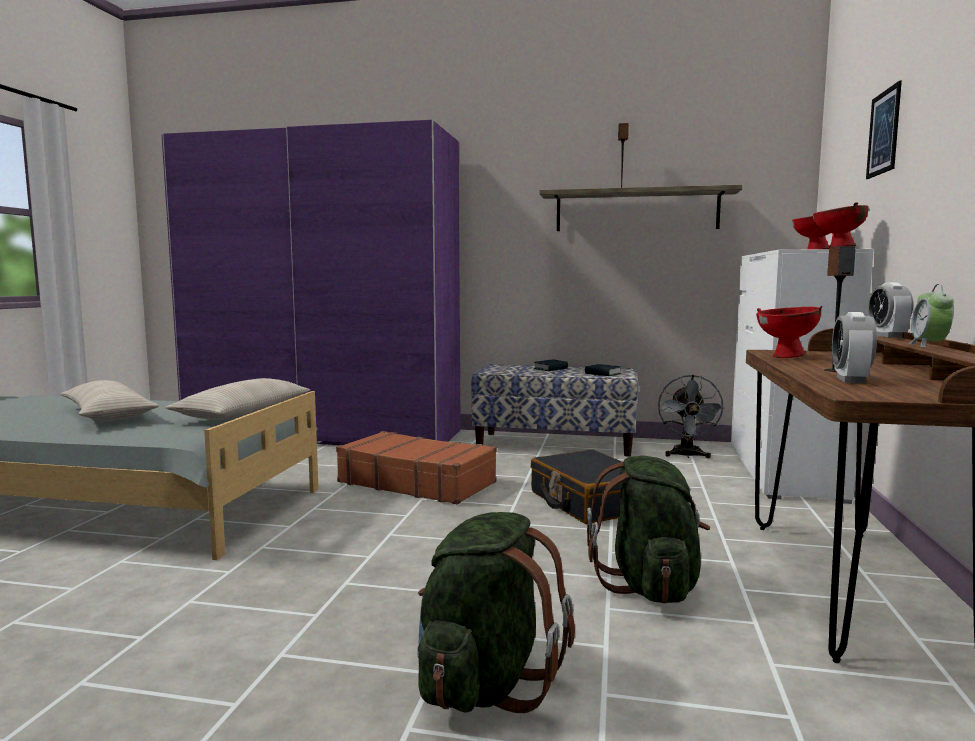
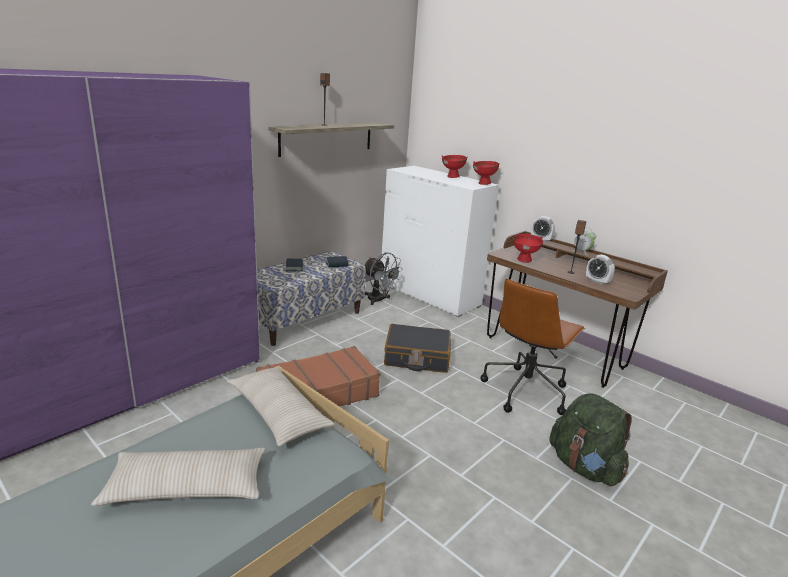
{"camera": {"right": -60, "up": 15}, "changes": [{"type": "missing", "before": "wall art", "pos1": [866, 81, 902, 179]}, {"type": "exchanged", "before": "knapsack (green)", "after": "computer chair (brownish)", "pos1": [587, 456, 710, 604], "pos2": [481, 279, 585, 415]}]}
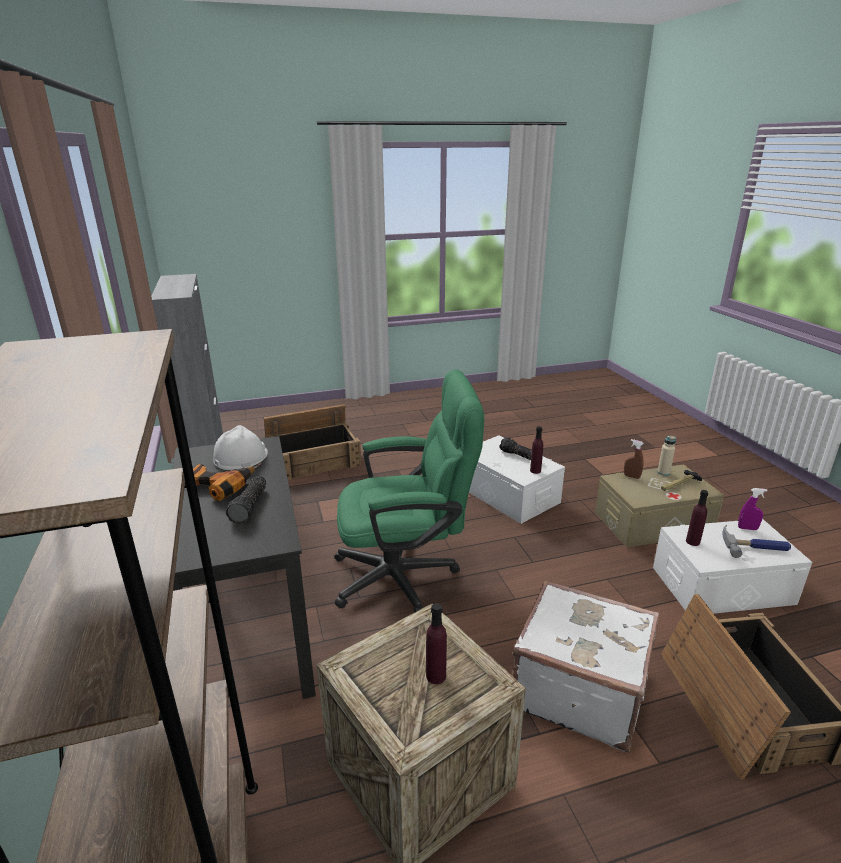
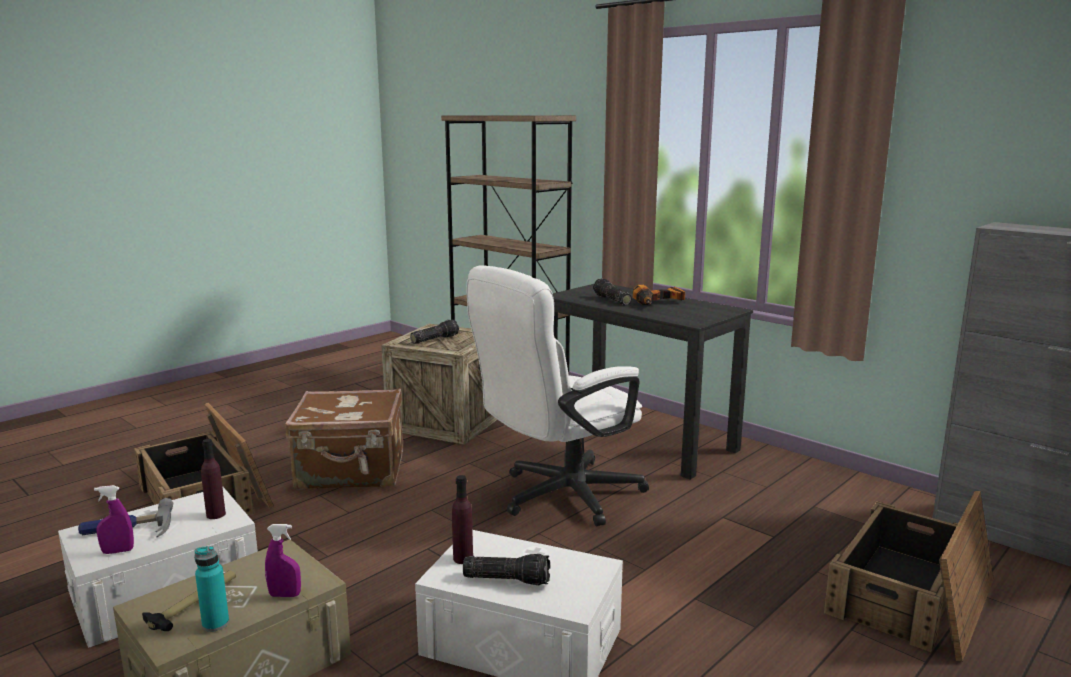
{"camera": {"right": 150, "up": -10}, "changes": [{"type": "missing", "before": "safety helmet (white)", "pos1": [213, 425, 268, 470]}, {"type": "exchanged", "before": "drink bottle (purple)", "after": "flashlight", "pos1": [426, 603, 447, 684], "pos2": [410, 319, 459, 344]}, {"type": "colour", "before": "computer chair (green)", "after": "computer chair (white)", "pos1": [334, 369, 484, 613], "pos2": [466, 265, 649, 526]}, {"type": "colour", "before": "suitcase (white)", "after": "suitcase (brownish)", "pos1": [513, 580, 659, 752], "pos2": [285, 388, 403, 490]}, {"type": "colour", "before": "hand sprayer (brownish)", "after": "hand sprayer (purple)", "pos1": [624, 439, 644, 479], "pos2": [265, 524, 301, 597]}, {"type": "colour", "before": "drink bottle (beige)", "after": "drink bottle (turquoise-coloured)", "pos1": [657, 436, 676, 476], "pos2": [194, 546, 229, 632]}]}
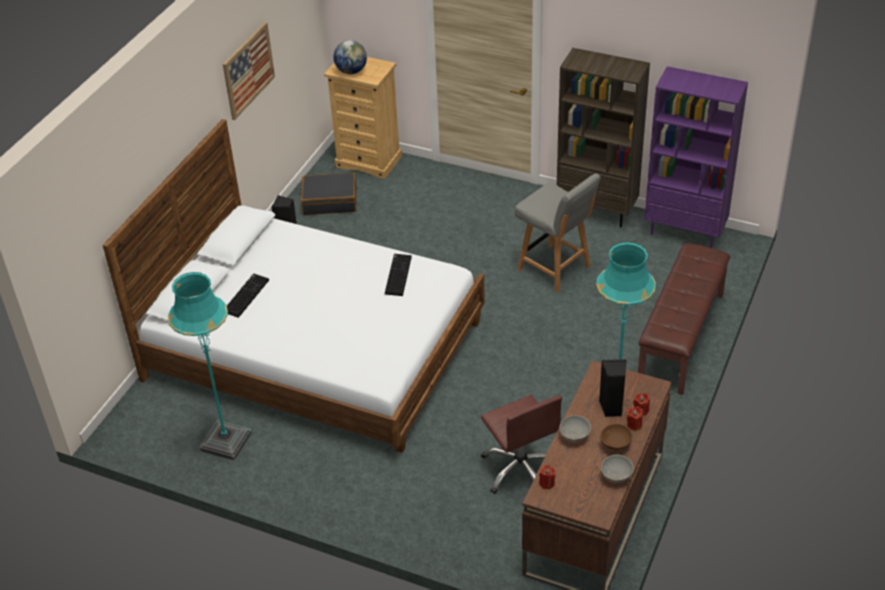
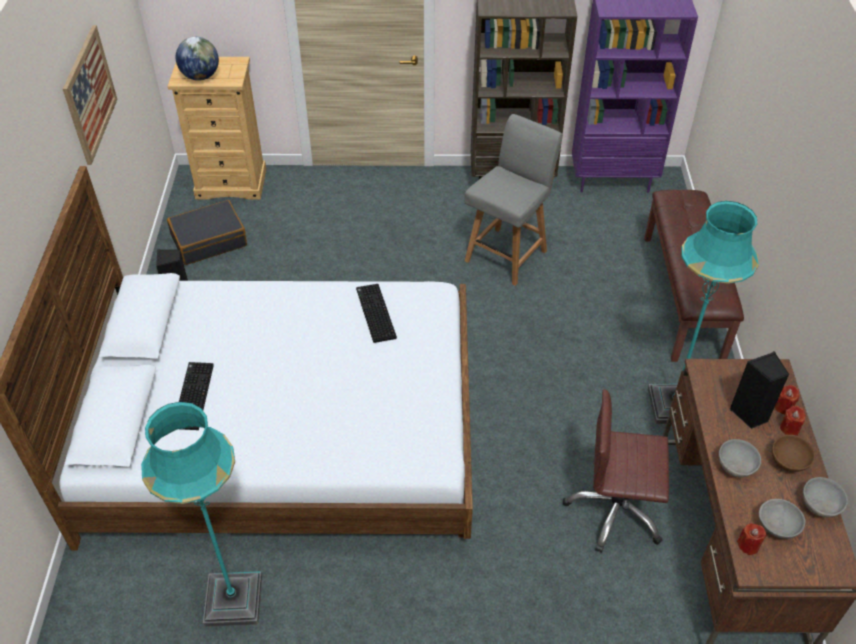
{"camera": {"right": -25, "up": 5}, "changes": [{"type": "appeared", "after": "bowl (greyish)", "pos2": [759, 499, 806, 539]}, {"type": "spun", "before": "computer chair (brownish)", "pos1": [481, 395, 562, 494], "pos2": [563, 389, 669, 553], "turn": 150}, {"type": "spun", "before": "chair (greyish)", "pos1": [515, 173, 601, 293], "pos2": [464, 114, 563, 286], "turn": -75}]}
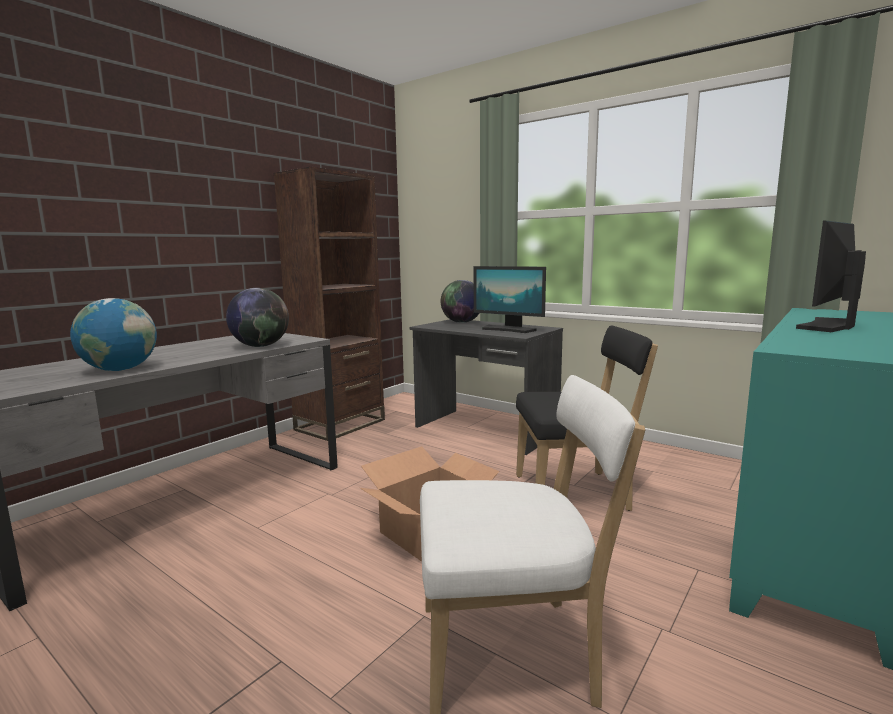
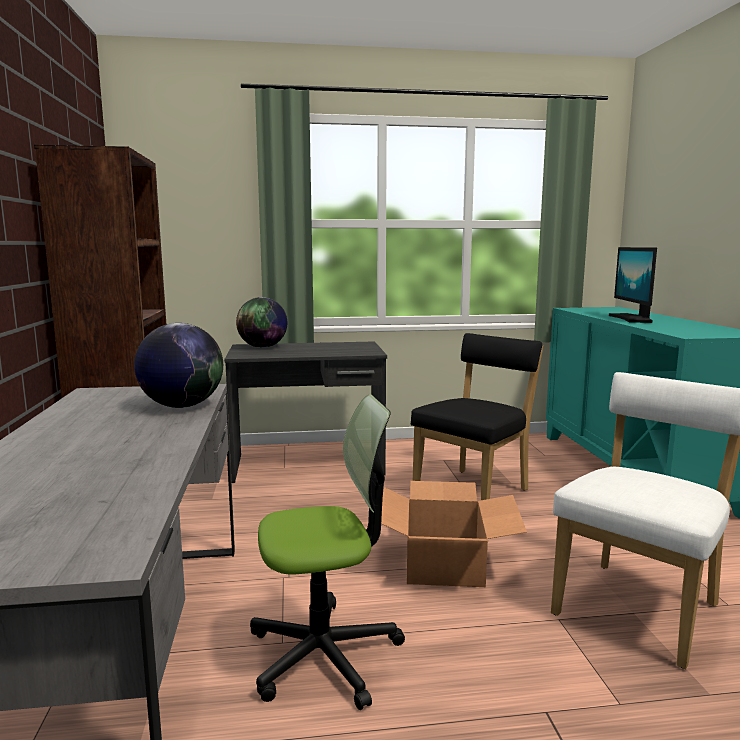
{"camera": {"right": -45, "up": 0}, "changes": [{"type": "missing", "before": "world globe", "pos1": [70, 298, 157, 371]}, {"type": "missing", "before": "computer screen", "pos1": [474, 266, 546, 333]}, {"type": "appeared", "after": "computer chair", "pos2": [250, 395, 405, 710]}]}
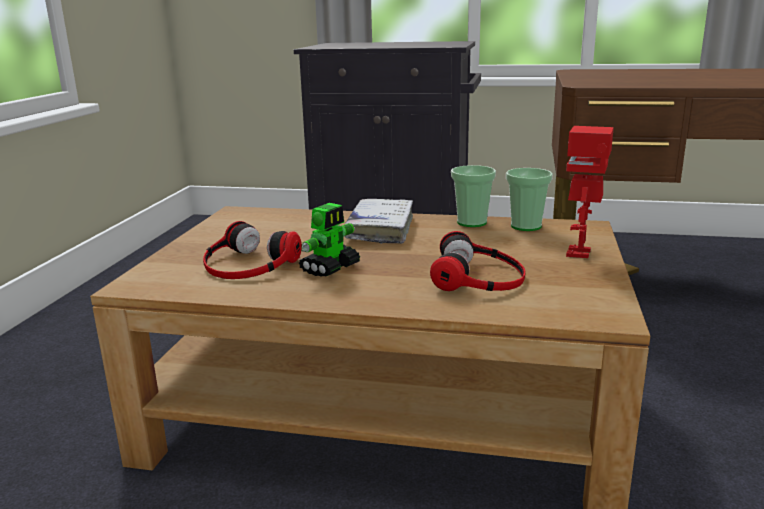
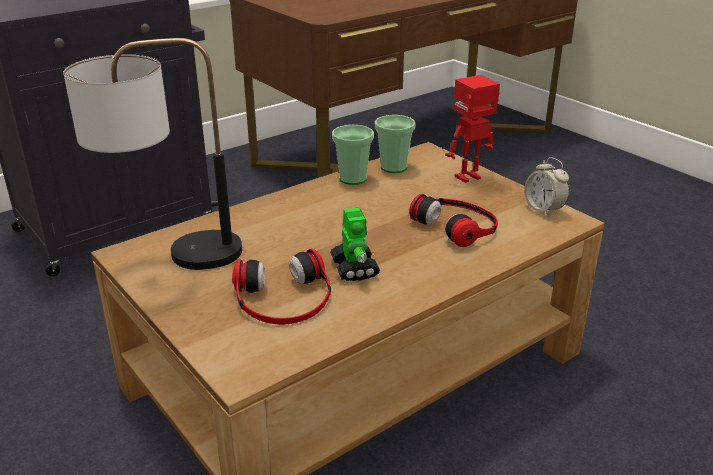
{"camera": {"right": -50, "up": 10}, "changes": [{"type": "missing", "before": "bound book (white)", "pos1": [344, 199, 413, 244]}, {"type": "appeared", "after": "lamp for a table", "pos2": [63, 38, 242, 270]}, {"type": "appeared", "after": "alarm clock", "pos2": [525, 157, 570, 217]}, {"type": "spun", "before": "model robot", "pos1": [566, 126, 614, 258], "pos2": [445, 75, 500, 183], "turn": 90}]}
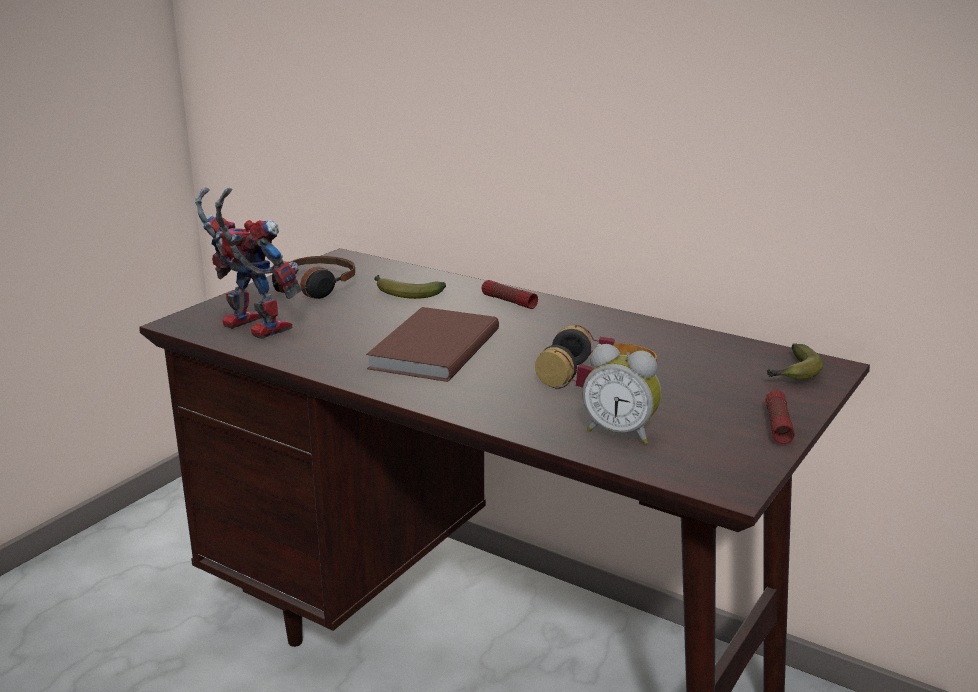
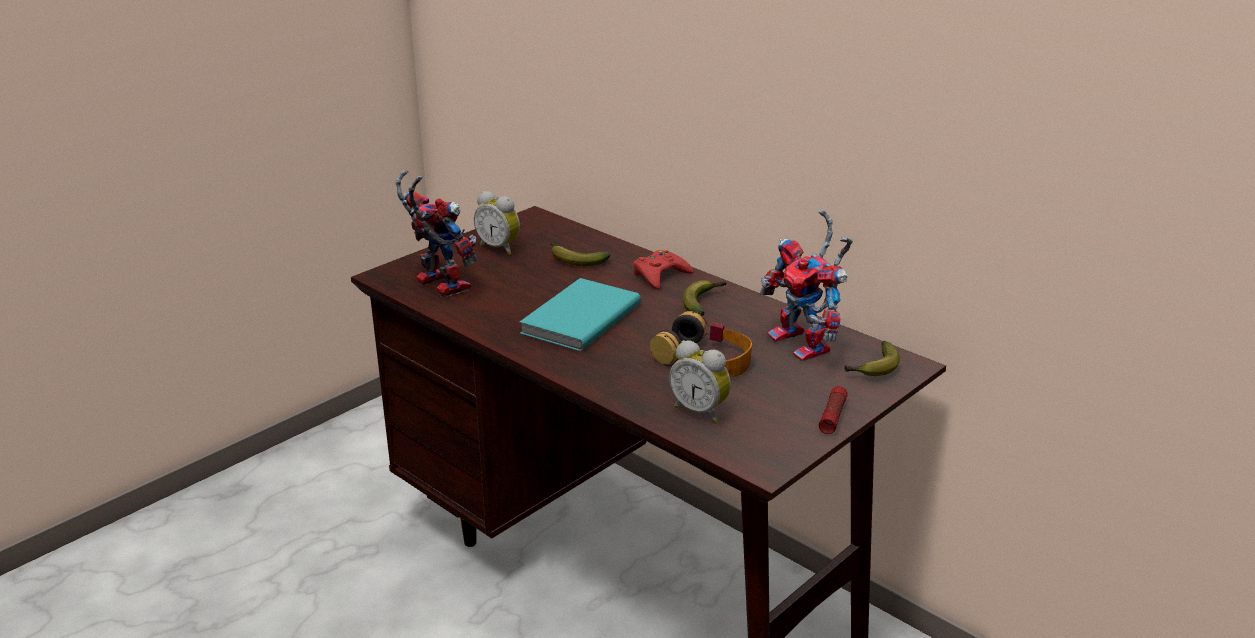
{"camera": {"right": 10, "up": 5}, "changes": [{"type": "appeared", "after": "banana", "pos2": [683, 280, 726, 316]}, {"type": "appeared", "after": "model robot", "pos2": [760, 209, 853, 362]}, {"type": "exchanged", "before": "headphones", "after": "alarm clock", "pos1": [272, 256, 355, 299], "pos2": [474, 191, 520, 255]}, {"type": "exchanged", "before": "flashlight", "after": "gamepad (red)", "pos1": [482, 280, 538, 309], "pos2": [633, 250, 694, 290]}, {"type": "colour", "before": "bound book (brownish)", "after": "bound book (turquoise-coloured)", "pos1": [366, 307, 499, 382], "pos2": [520, 278, 641, 351]}]}
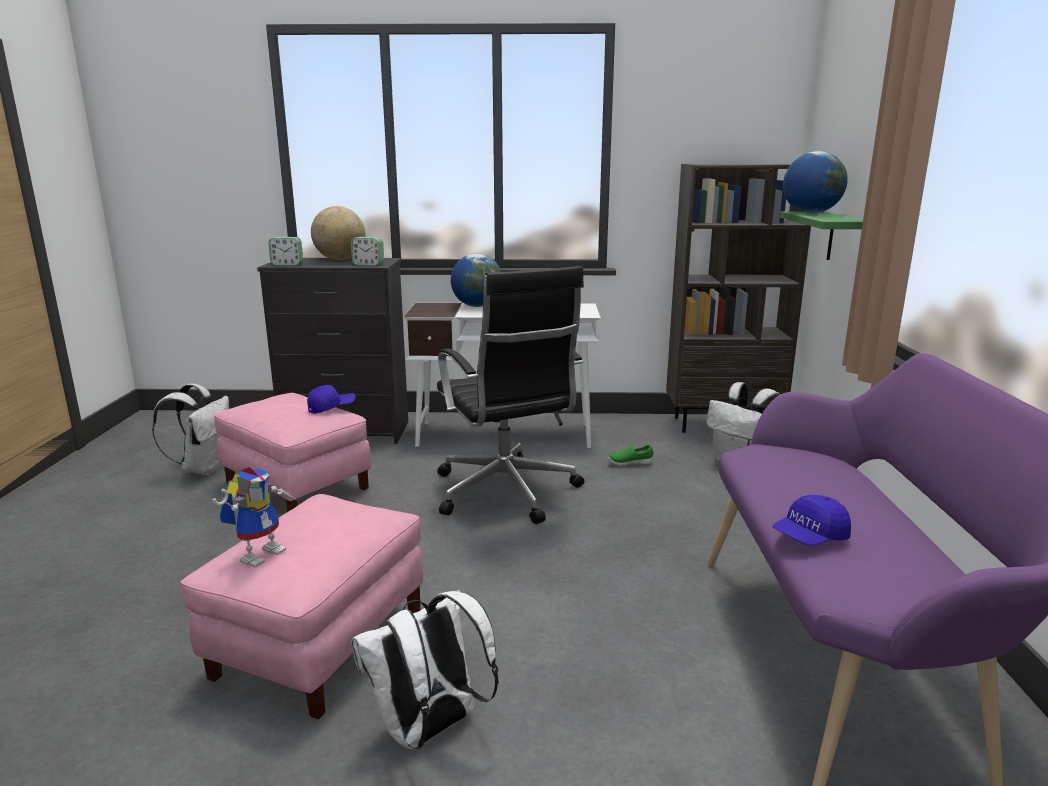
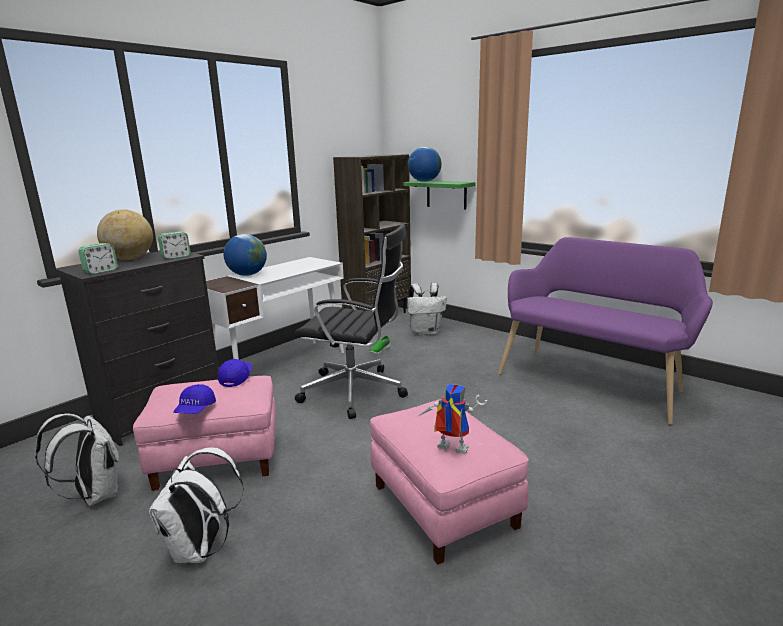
{"camera": {"right": -50, "up": 0}, "changes": [{"type": "relocated", "before": "knapsack (white)", "pos1": [351, 590, 499, 749], "pos2": [149, 447, 244, 563]}, {"type": "relocated", "before": "baseball cap (blue)", "pos1": [772, 495, 851, 546], "pos2": [173, 384, 216, 414]}, {"type": "spun", "before": "model robot", "pos1": [212, 467, 298, 568], "pos2": [419, 384, 487, 454], "turn": -45}]}
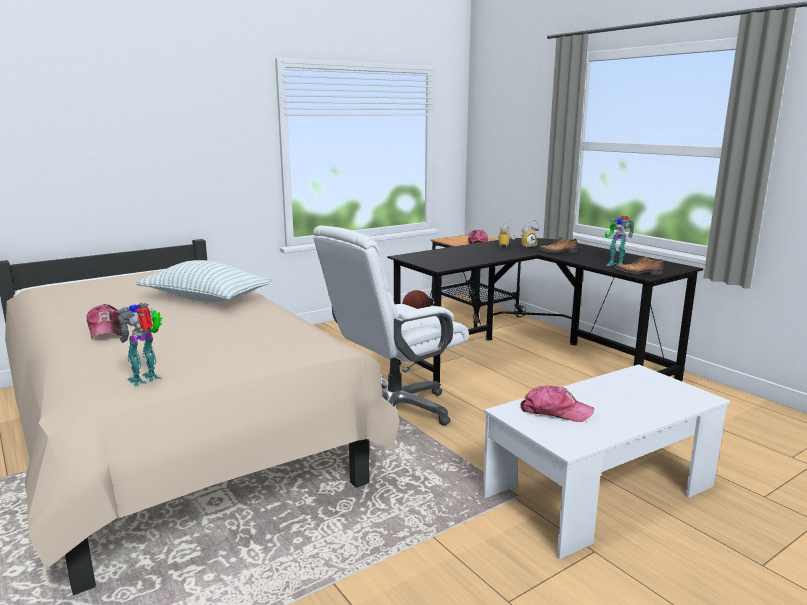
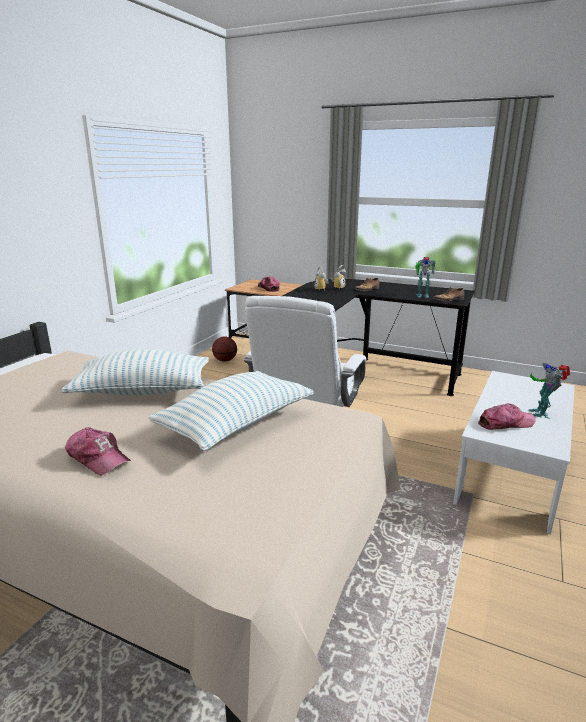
{"camera": {"right": -30, "up": 5}, "changes": [{"type": "appeared", "after": "throw pillow", "pos2": [148, 371, 314, 451]}, {"type": "relocated", "before": "model robot", "pos1": [115, 303, 162, 387], "pos2": [528, 363, 570, 419]}]}
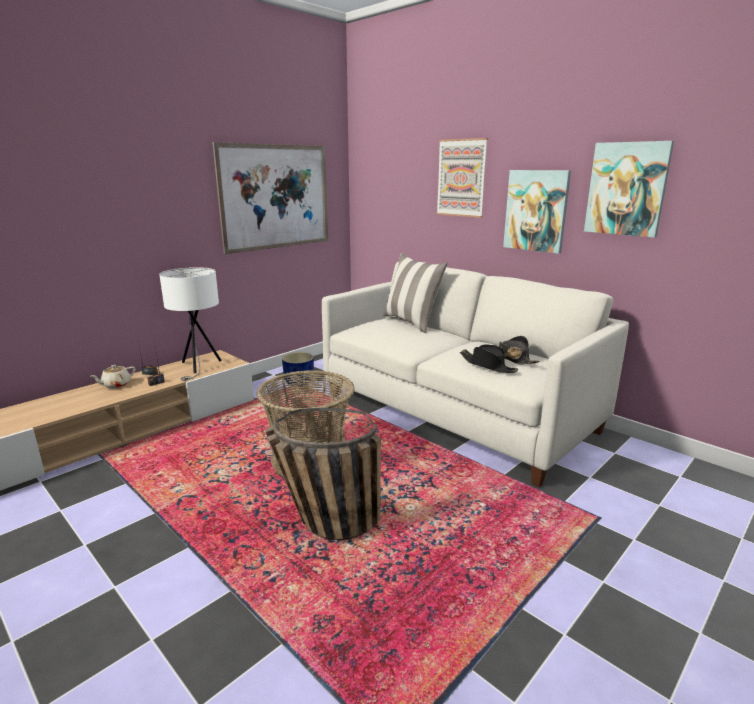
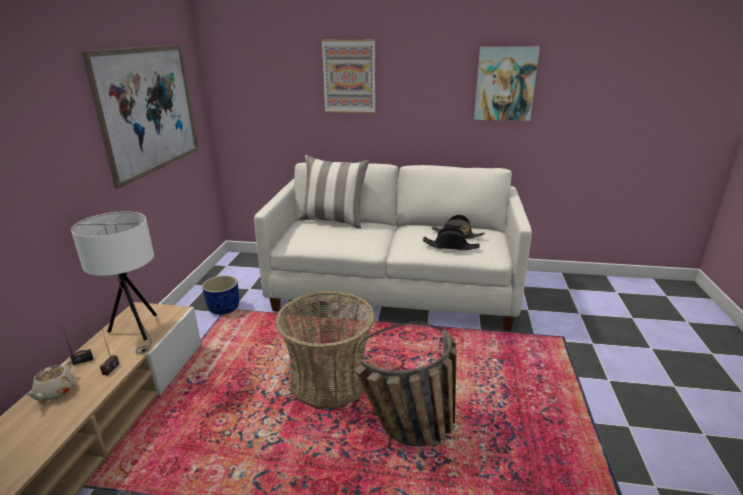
{"camera": {"right": -35, "up": 5}, "changes": [{"type": "missing", "before": "wall art", "pos1": [503, 170, 571, 254]}]}
